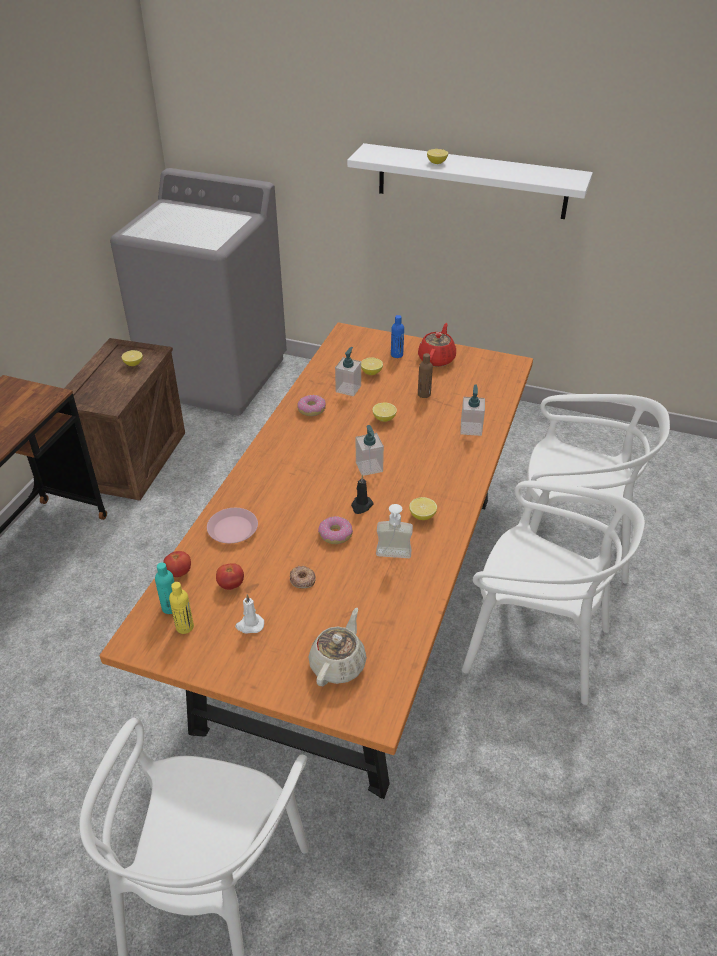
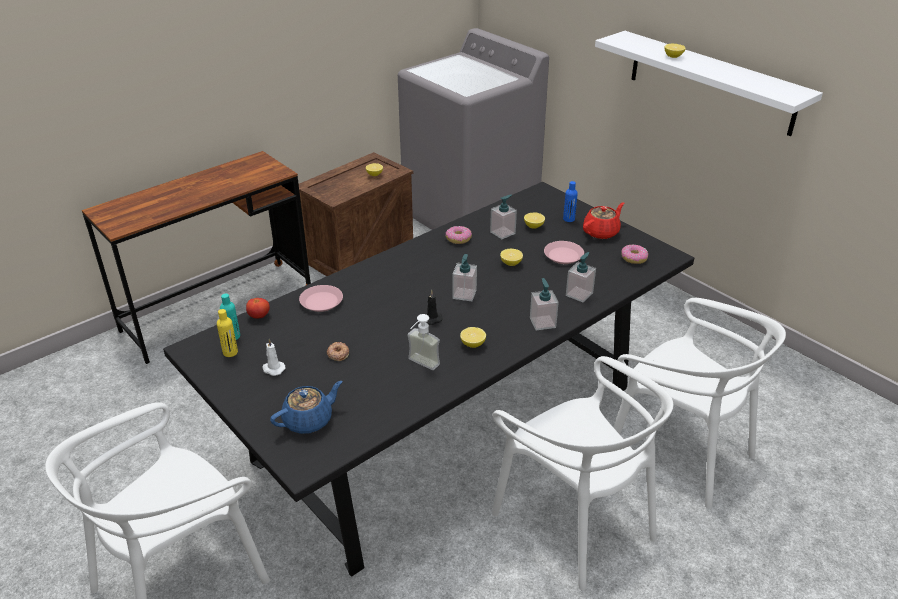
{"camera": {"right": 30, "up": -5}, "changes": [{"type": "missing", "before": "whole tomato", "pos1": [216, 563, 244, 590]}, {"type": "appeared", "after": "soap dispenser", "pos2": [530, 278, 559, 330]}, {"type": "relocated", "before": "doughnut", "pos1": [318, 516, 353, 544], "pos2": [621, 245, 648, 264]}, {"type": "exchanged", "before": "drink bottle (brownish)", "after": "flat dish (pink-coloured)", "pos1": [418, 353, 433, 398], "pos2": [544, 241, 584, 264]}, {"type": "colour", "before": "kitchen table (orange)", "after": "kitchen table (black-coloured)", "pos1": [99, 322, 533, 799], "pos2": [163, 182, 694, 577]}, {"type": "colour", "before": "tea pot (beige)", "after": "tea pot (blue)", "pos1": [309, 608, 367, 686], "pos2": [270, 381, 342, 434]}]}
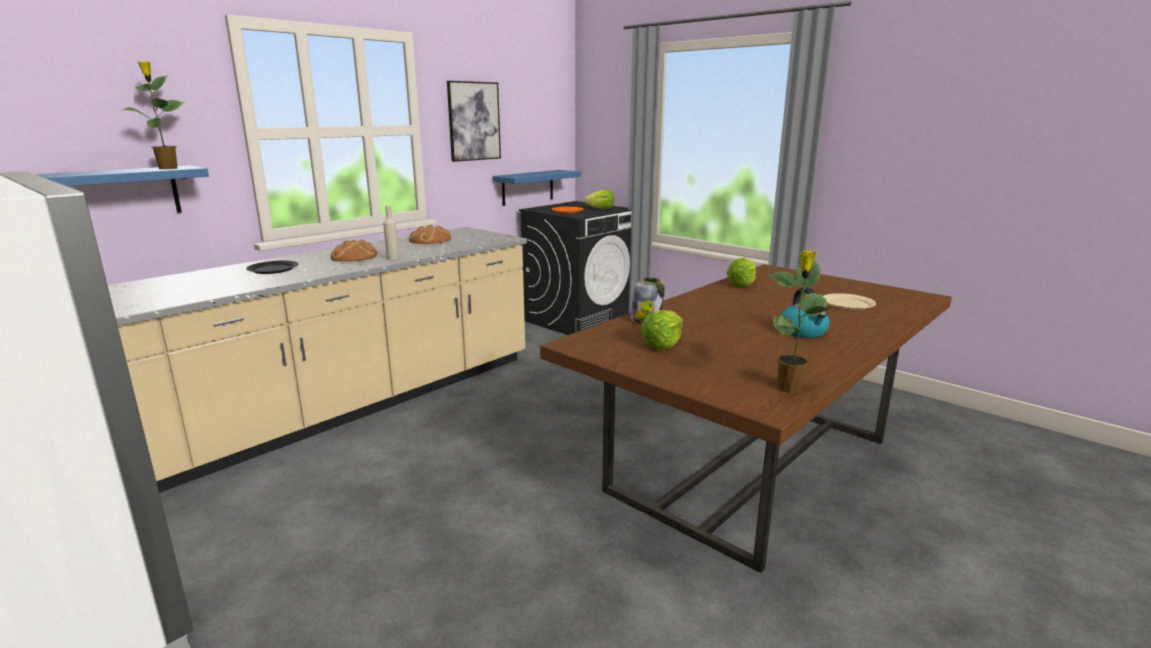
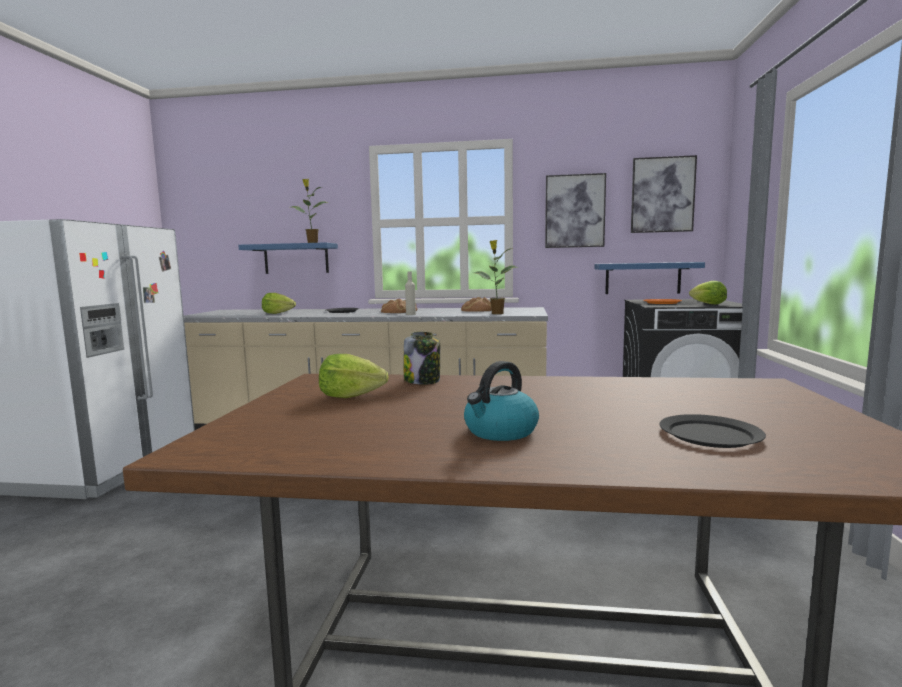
{"camera": {"right": 55, "up": -10}, "changes": [{"type": "appeared", "after": "wall art", "pos2": [631, 155, 697, 233]}, {"type": "relocated", "before": "lettuce", "pos1": [727, 258, 756, 287], "pos2": [262, 293, 296, 314]}, {"type": "relocated", "before": "plant in a pot", "pos1": [769, 250, 834, 393], "pos2": [475, 240, 518, 314]}, {"type": "colour", "before": "flat dish (beige)", "after": "flat dish (black-coloured)", "pos1": [823, 293, 876, 310], "pos2": [659, 414, 766, 448]}]}
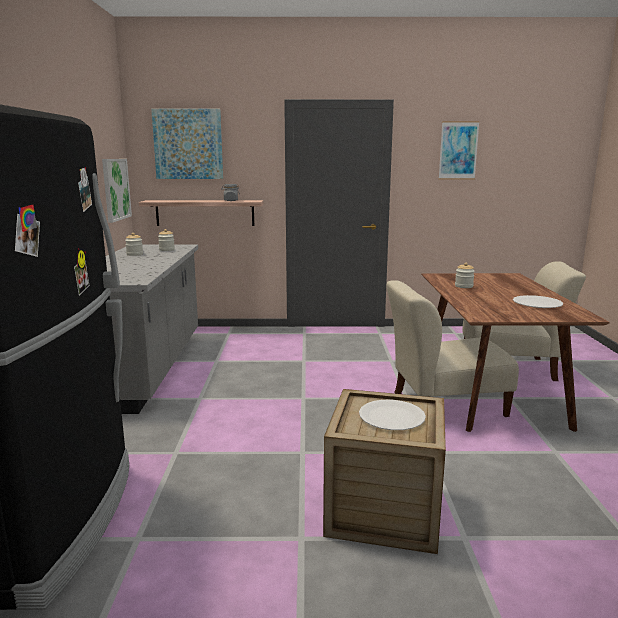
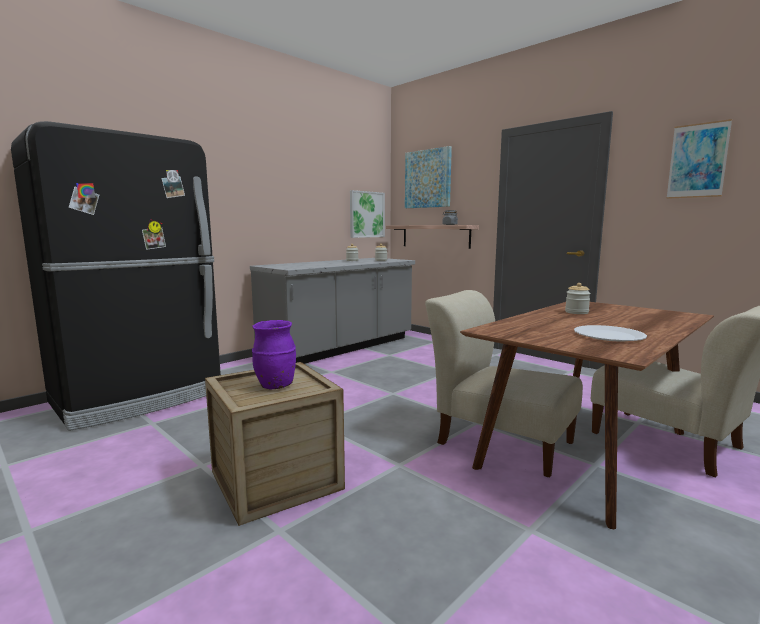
{"camera": {"right": 45, "up": -5}, "changes": [{"type": "exchanged", "before": "flat dish (white)", "after": "decorative vase (purple)", "pos1": [359, 400, 426, 430], "pos2": [252, 320, 296, 390]}]}
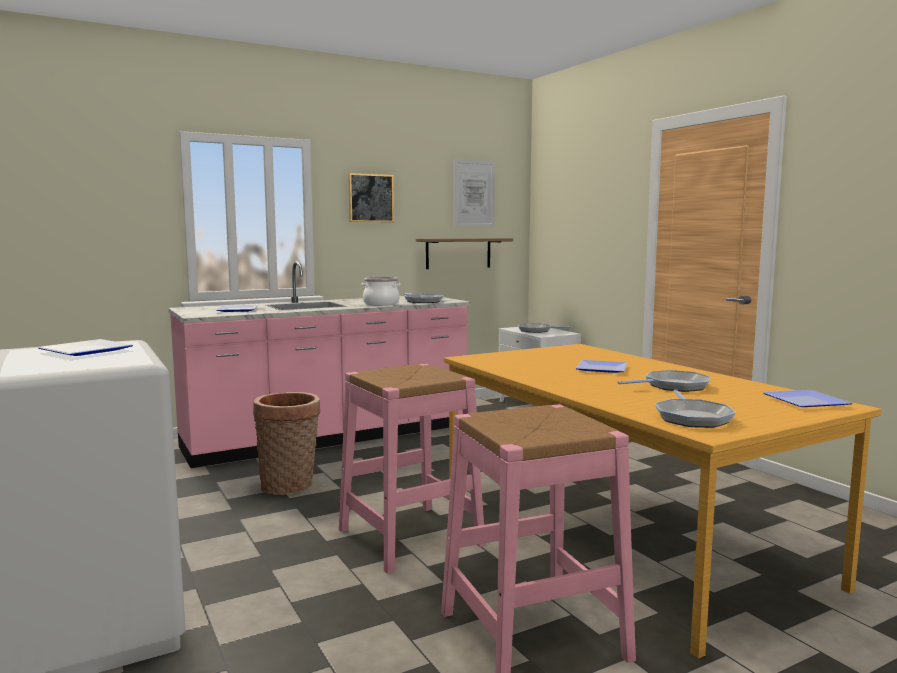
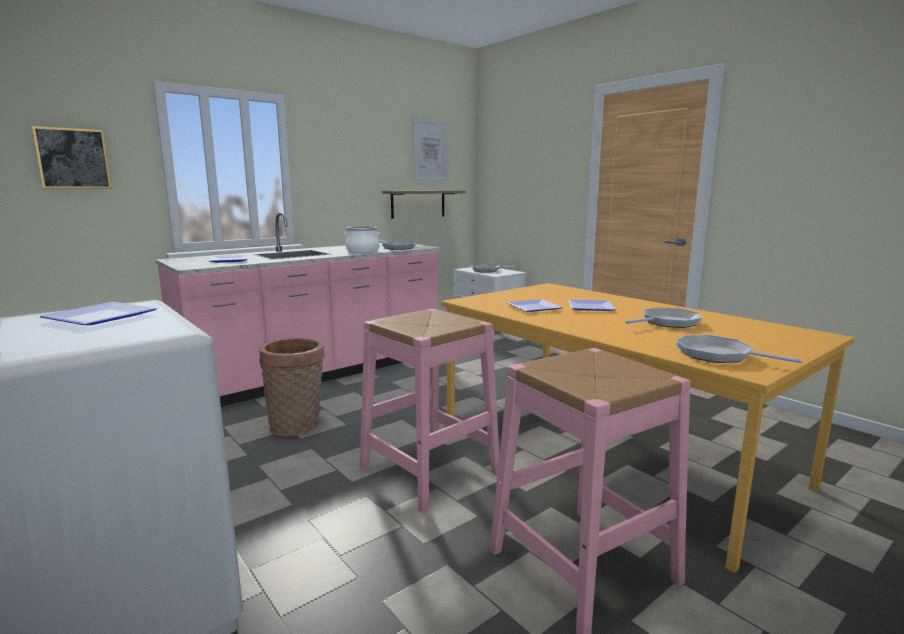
{"camera": {"right": -10, "up": 5}, "changes": [{"type": "relocated", "before": "wall art", "pos1": [348, 173, 394, 222], "pos2": [32, 126, 112, 188]}, {"type": "relocated", "before": "flat dish", "pos1": [763, 390, 853, 407], "pos2": [506, 299, 564, 312]}, {"type": "spun", "before": "frying pan", "pos1": [655, 390, 736, 428], "pos2": [676, 335, 803, 363], "turn": 135}]}
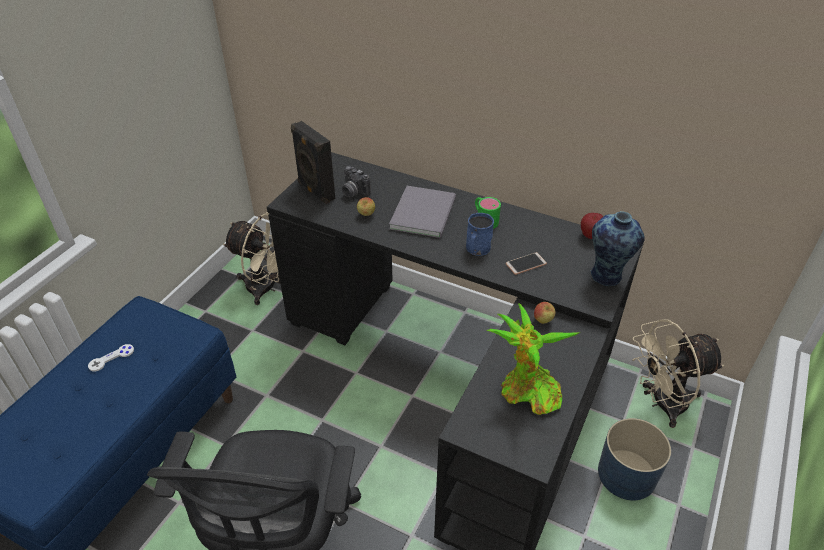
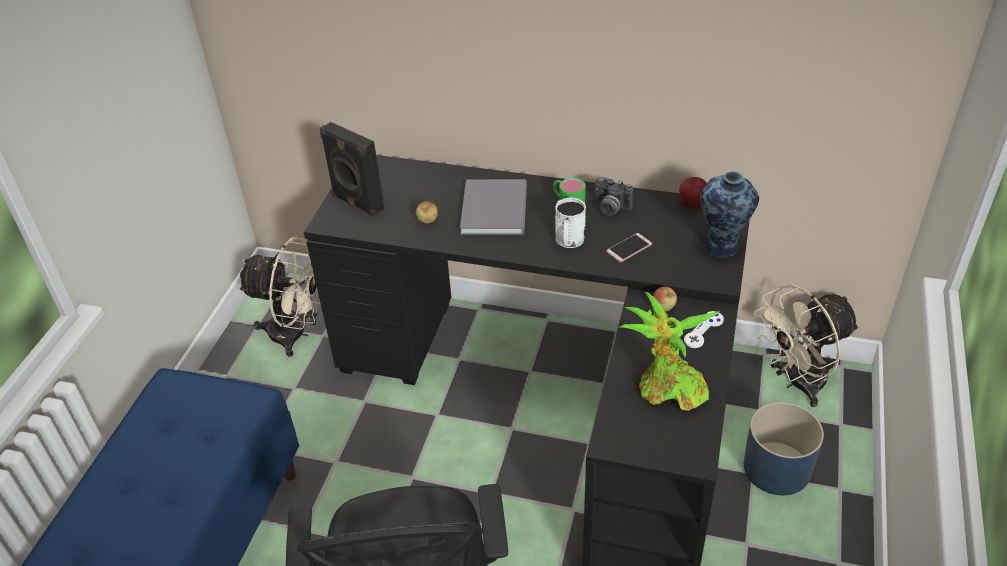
{"camera": {"right": -10, "up": 0}, "changes": [{"type": "relocated", "before": "gamepad (white)", "pos1": [88, 344, 134, 372], "pos2": [684, 311, 724, 348]}, {"type": "relocated", "before": "photo camera", "pos1": [342, 166, 371, 197], "pos2": [595, 177, 634, 216]}, {"type": "colour", "before": "coffee mug (blue)", "after": "coffee mug (white)", "pos1": [466, 213, 494, 256], "pos2": [555, 197, 586, 248]}]}
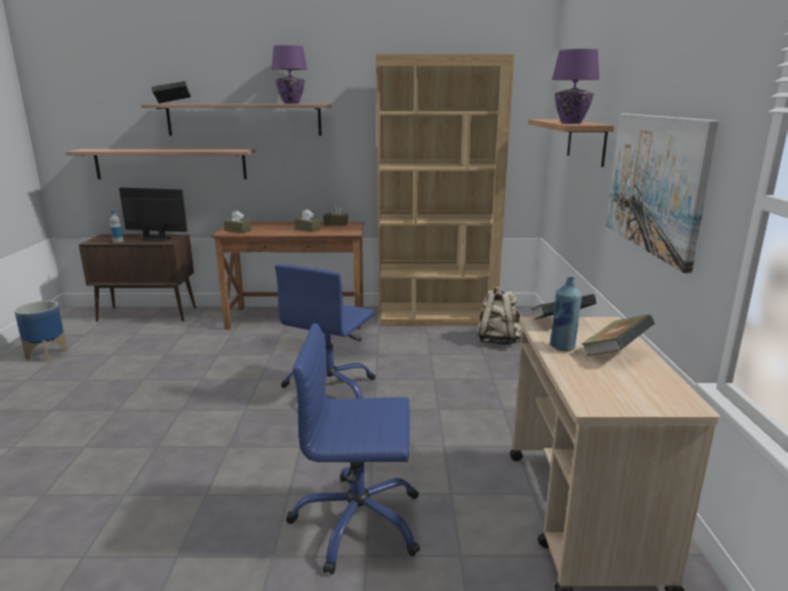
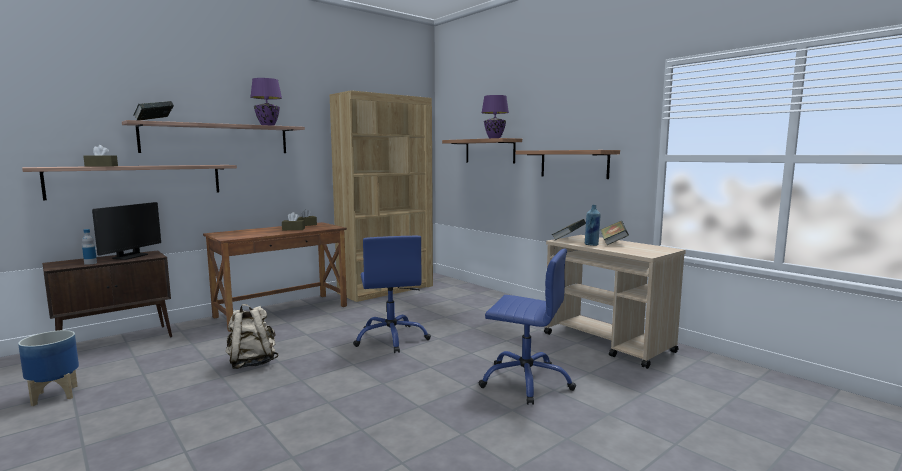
{"camera": {"right": -40, "up": -10}, "changes": [{"type": "relocated", "before": "box of tissues (brownish)", "pos1": [224, 210, 251, 233], "pos2": [83, 145, 118, 167]}, {"type": "relocated", "before": "knapsack (beige)", "pos1": [478, 287, 522, 345], "pos2": [225, 304, 278, 369]}, {"type": "exchanged", "before": "wall art", "after": "shelf", "pos1": [606, 114, 719, 273], "pos2": [515, 150, 620, 179]}, {"type": "spun", "before": "computer screen", "pos1": [119, 188, 187, 241], "pos2": [92, 202, 161, 260], "turn": 135}, {"type": "spun", "before": "computer chair (blue)", "pos1": [286, 323, 420, 575], "pos2": [479, 249, 576, 405], "turn": -120}]}
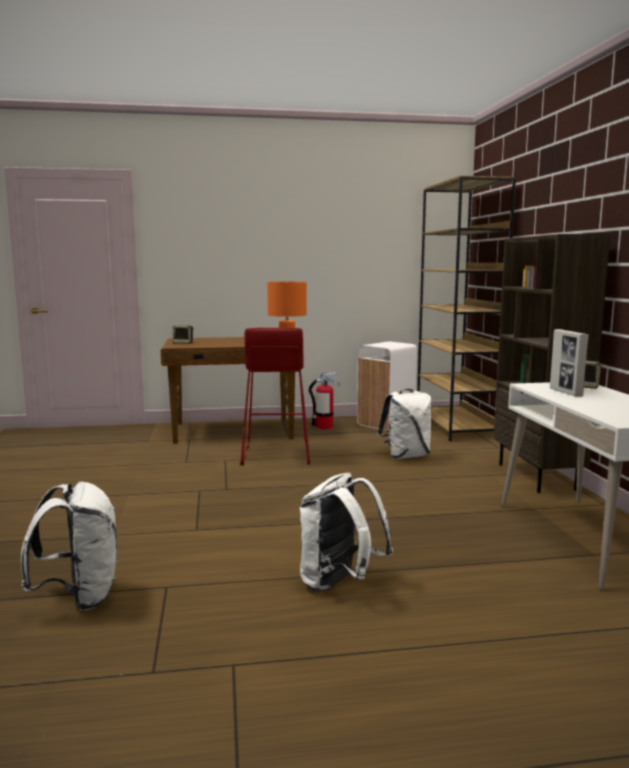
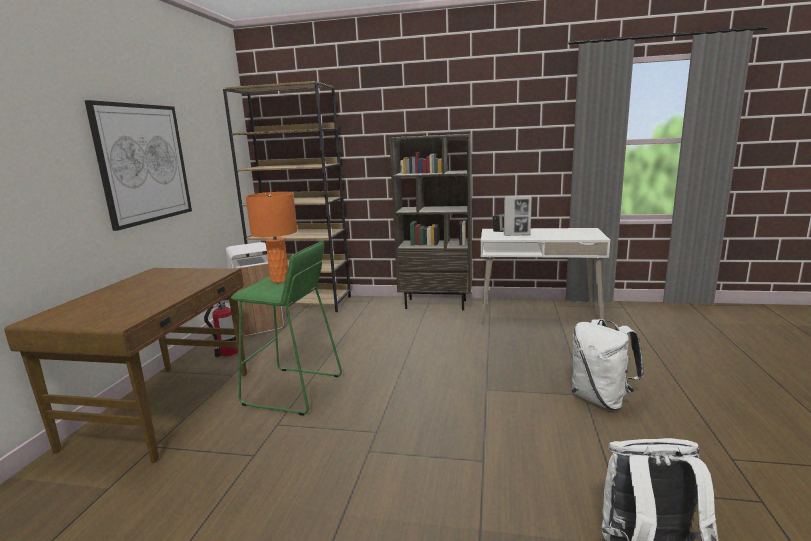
{"camera": {"right": -70, "up": 5}, "changes": [{"type": "missing", "before": "loudspeaker", "pos1": [172, 325, 194, 344]}, {"type": "missing", "before": "knapsack (white)", "pos1": [377, 389, 432, 459]}, {"type": "appeared", "after": "wall art", "pos2": [84, 100, 192, 231]}, {"type": "colour", "before": "sitting stool (red)", "after": "sitting stool (green)", "pos1": [240, 328, 310, 465], "pos2": [231, 241, 342, 416]}]}
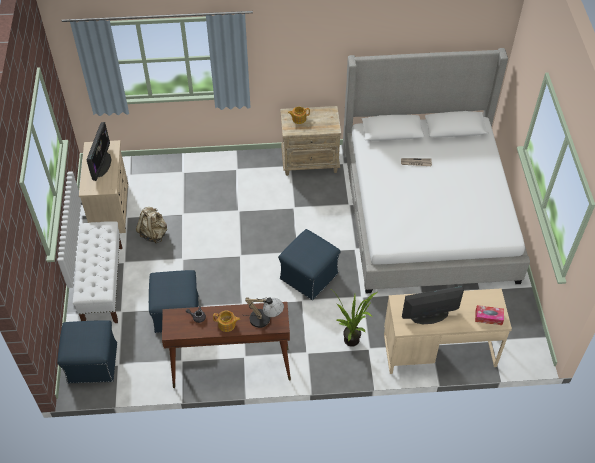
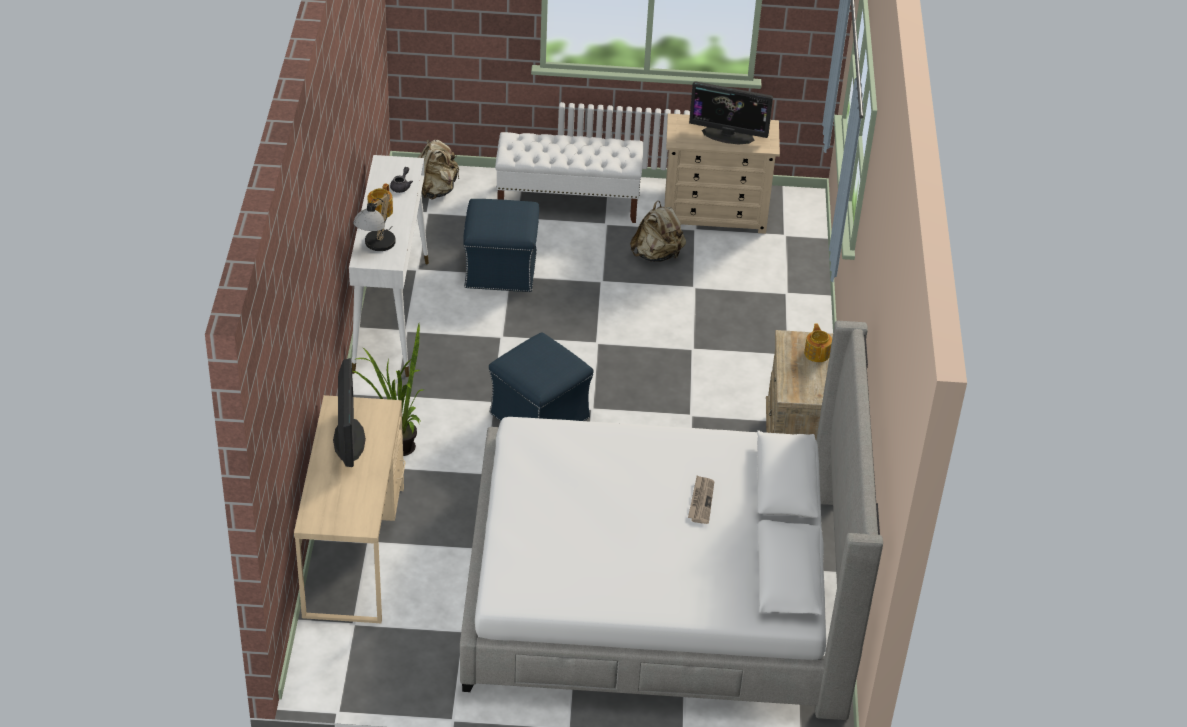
{"camera": {"right": 95, "up": -10}, "changes": [{"type": "missing", "before": "box of tissues", "pos1": [475, 305, 504, 325]}, {"type": "exchanged", "before": "footrest (blue)", "after": "knapsack (beige)", "pos1": [57, 321, 117, 383], "pos2": [418, 139, 460, 199]}, {"type": "colour", "before": "hall table (brownish)", "after": "hall table (white)", "pos1": [162, 302, 291, 388], "pos2": [349, 155, 429, 377]}]}
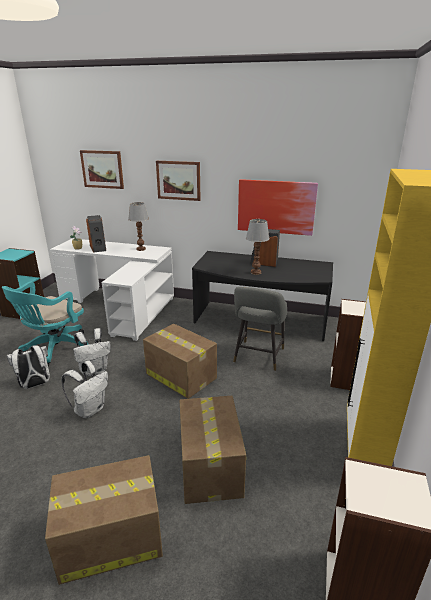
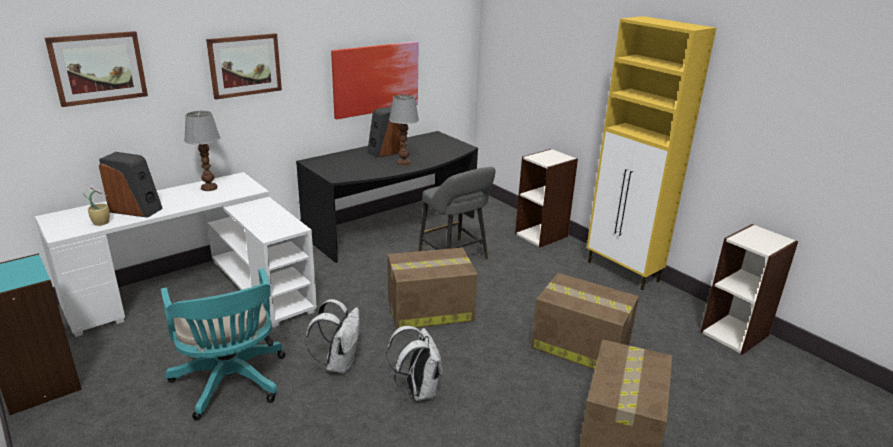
{"camera": {"right": -55, "up": 0}, "changes": [{"type": "missing", "before": "knapsack (white)", "pos1": [7, 346, 50, 389]}]}
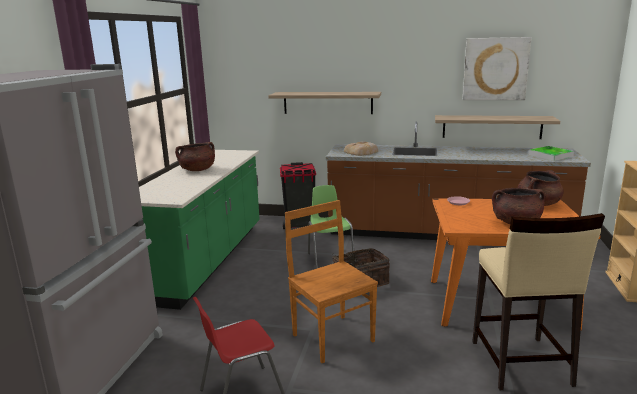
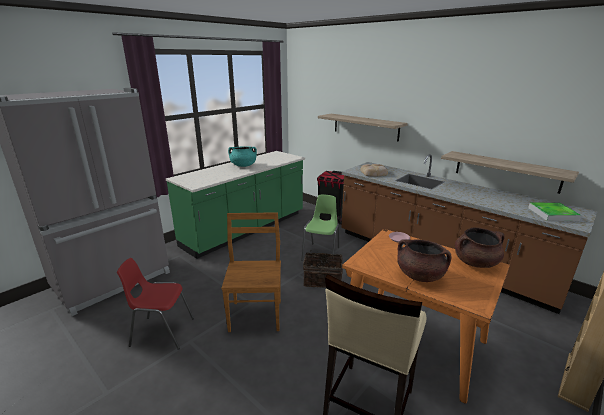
{"camera": {"right": 30, "up": 5}, "changes": [{"type": "missing", "before": "wall art", "pos1": [463, 37, 531, 100]}, {"type": "colour", "before": "stockpot (brownish)", "after": "stockpot (turquoise-coloured)", "pos1": [175, 142, 215, 171], "pos2": [228, 146, 257, 167]}]}
